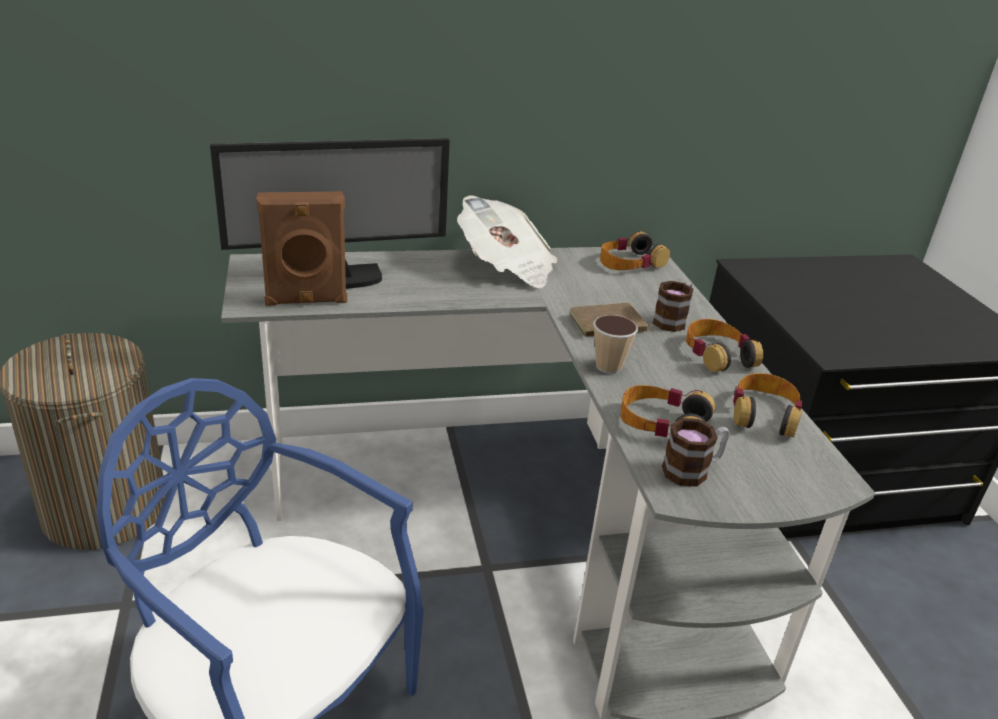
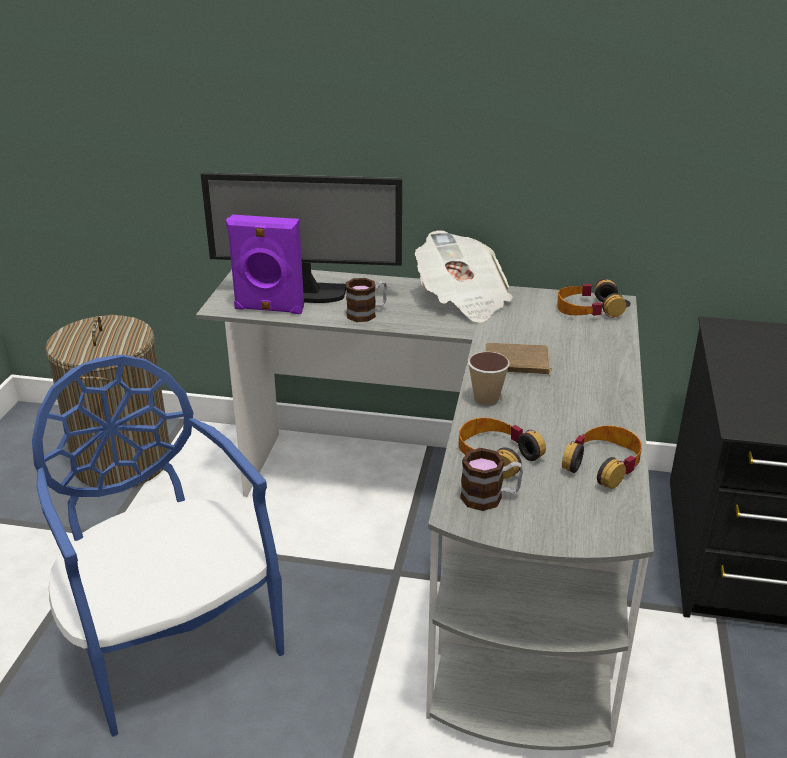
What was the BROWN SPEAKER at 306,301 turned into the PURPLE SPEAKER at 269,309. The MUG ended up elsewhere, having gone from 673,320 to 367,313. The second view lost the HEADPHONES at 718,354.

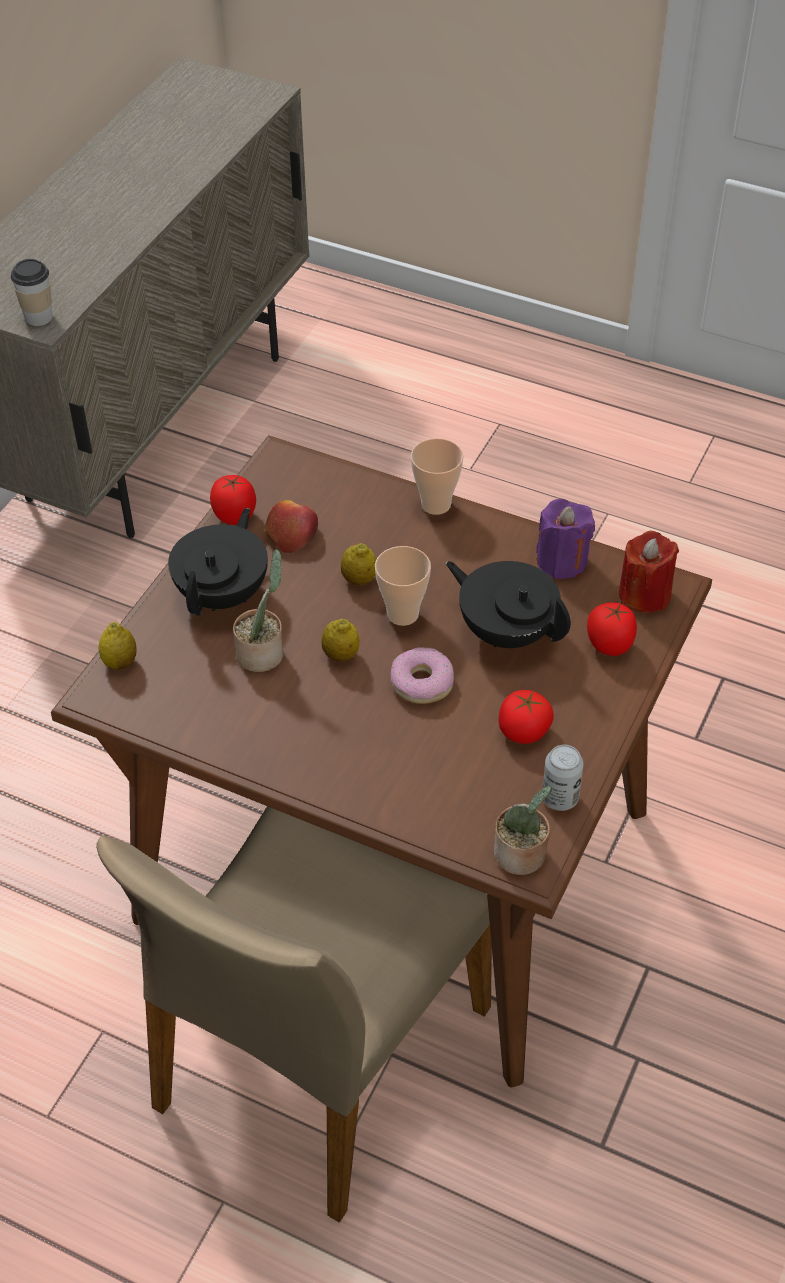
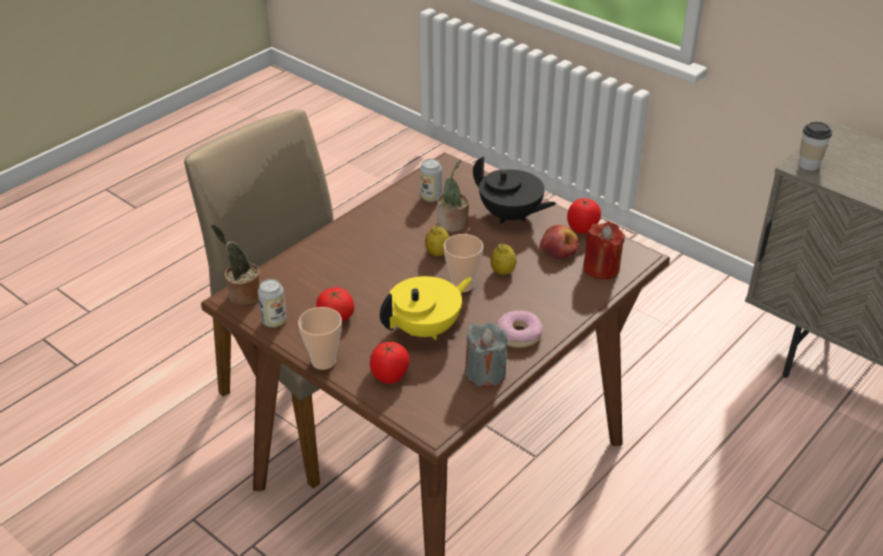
The CUP ended up elsewhere, having gone from 436,504 to 323,361. What was the PURPLE CANDLE at 562,561 turned into the GREY CANDLE at 485,373. The RED CANDLE ended up elsewhere, having gone from 644,594 to 601,268. What was the BLACK TEAPOT at 506,631 turned into the YELLOW TEAPOT at 426,329. The second view lost the LEMON at 120,662. The DONUT ended up elsewhere, having gone from 422,682 to 518,335. The second view gained the CAN at 431,197.

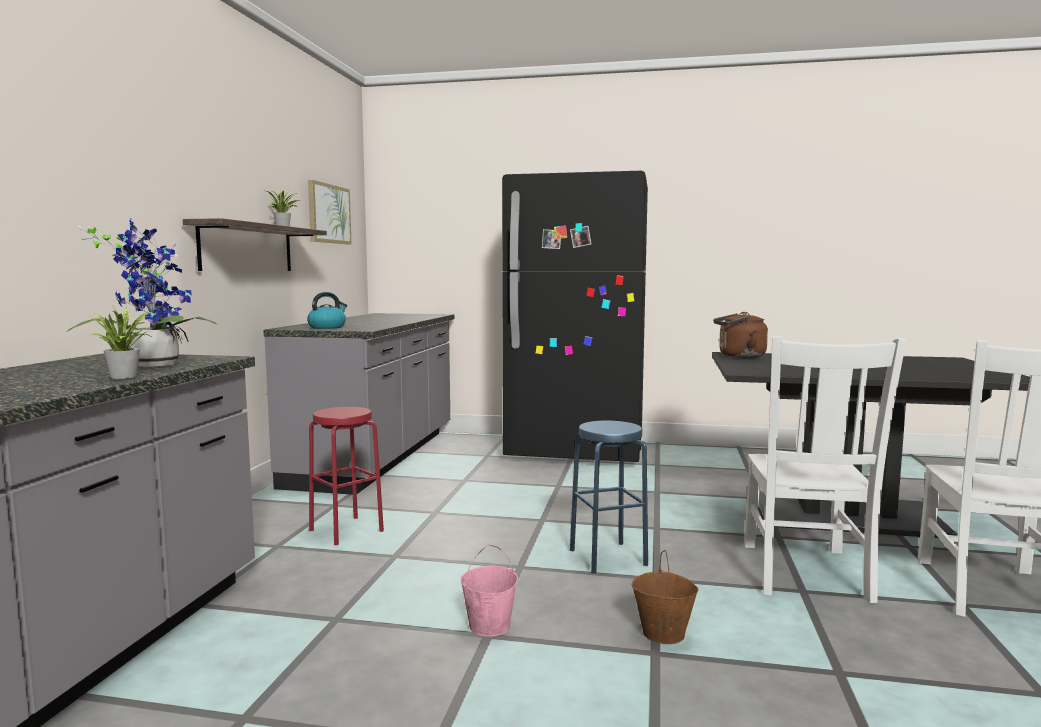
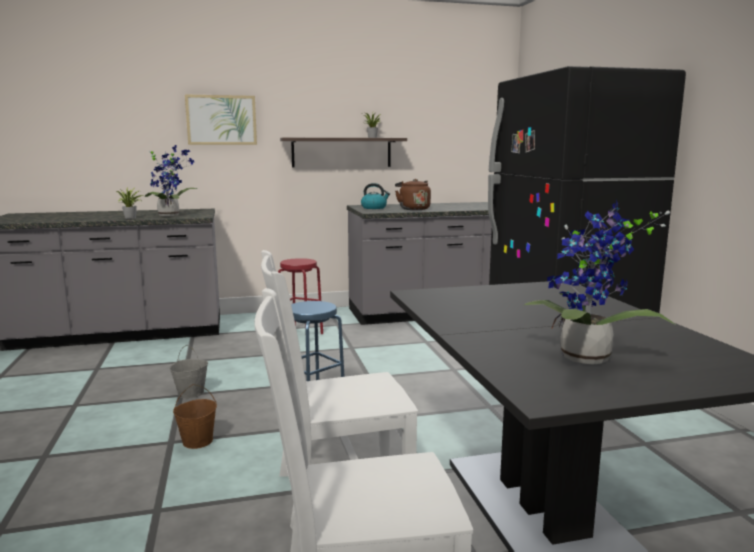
The PICTURE ended up elsewhere, having gone from 328,214 to 221,120. The BROWN KETTLE ended up elsewhere, having gone from 739,356 to 413,209. What was the PINK BUCKET at 489,626 turned into the GREY BUCKET at 191,393. The second view gained the POTTED PLANT at 586,360.

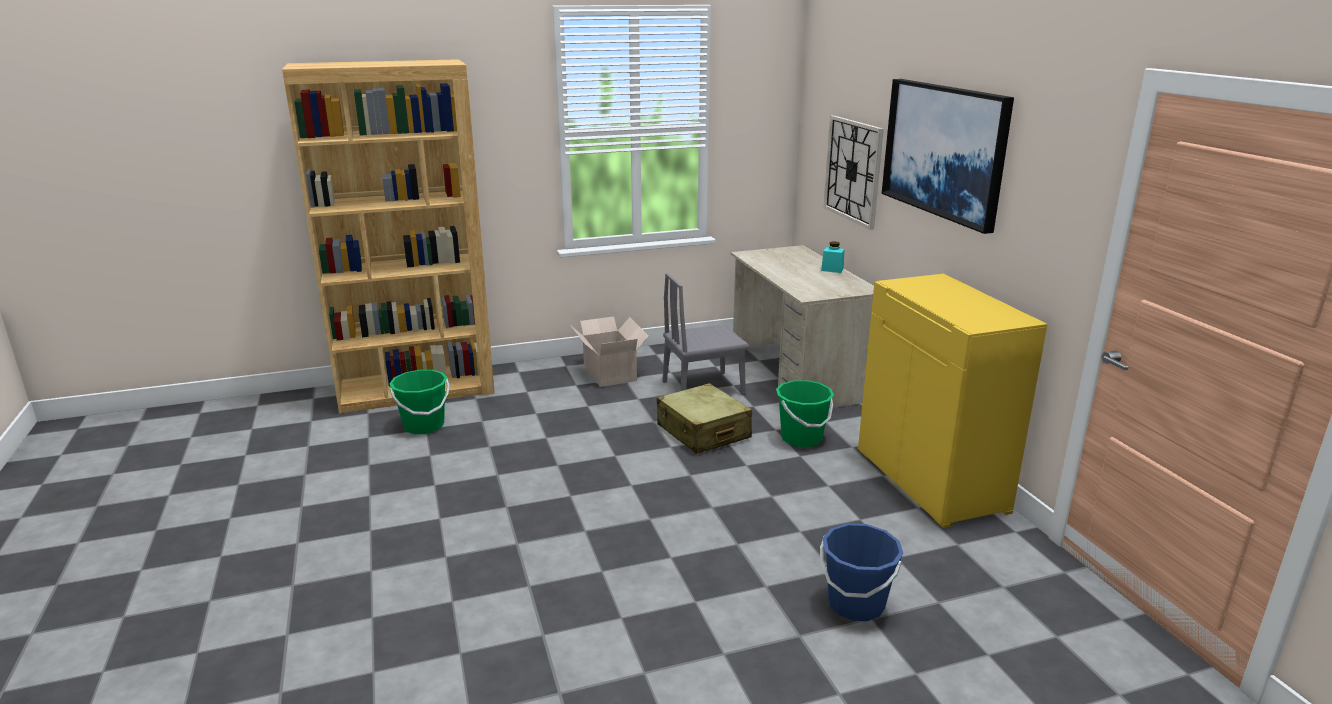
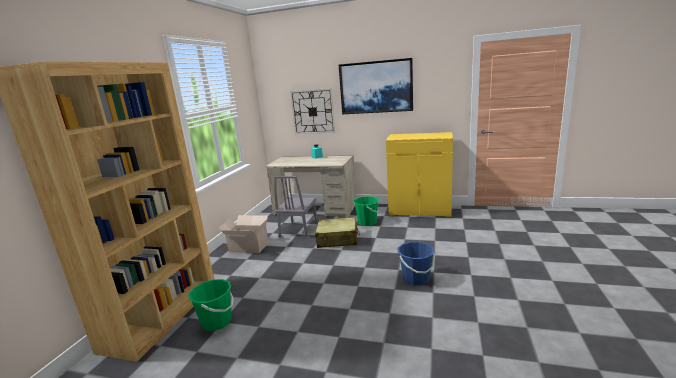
The BLUE BUCKET ended up elsewhere, having gone from 856,604 to 416,279.

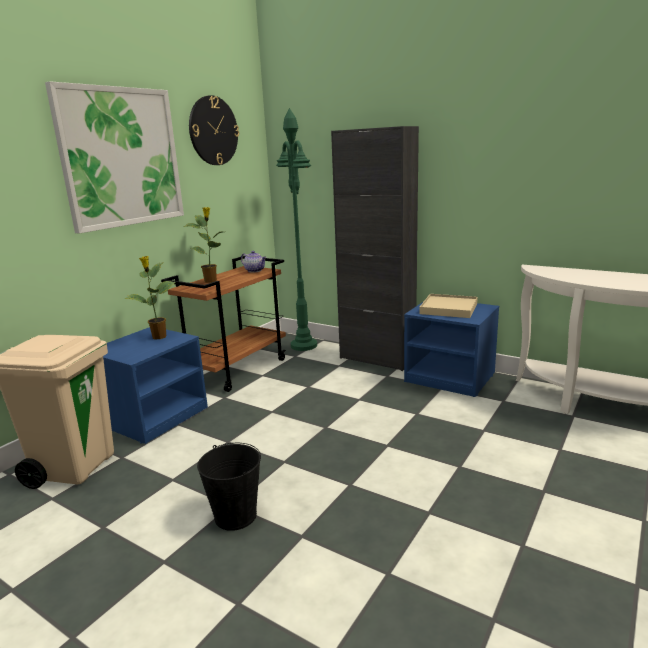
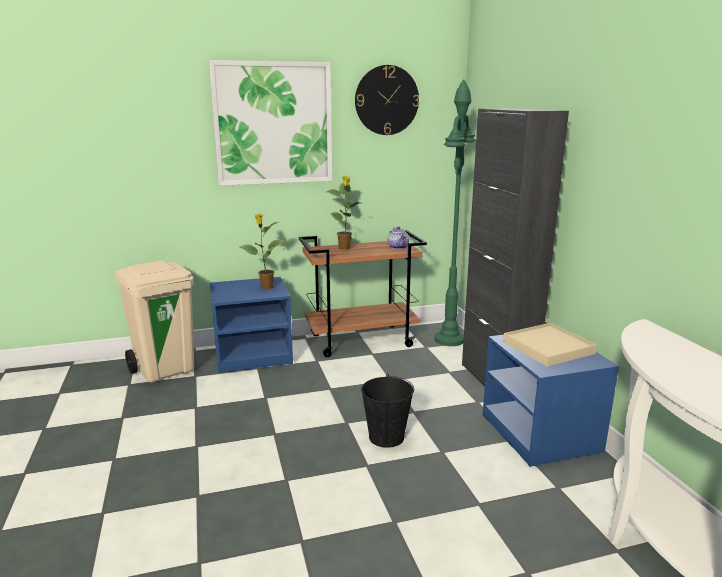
The BLACK BUCKET ended up elsewhere, having gone from 235,516 to 386,437.

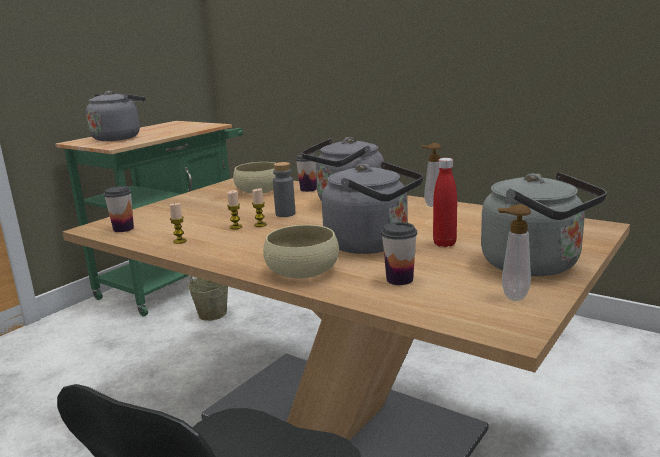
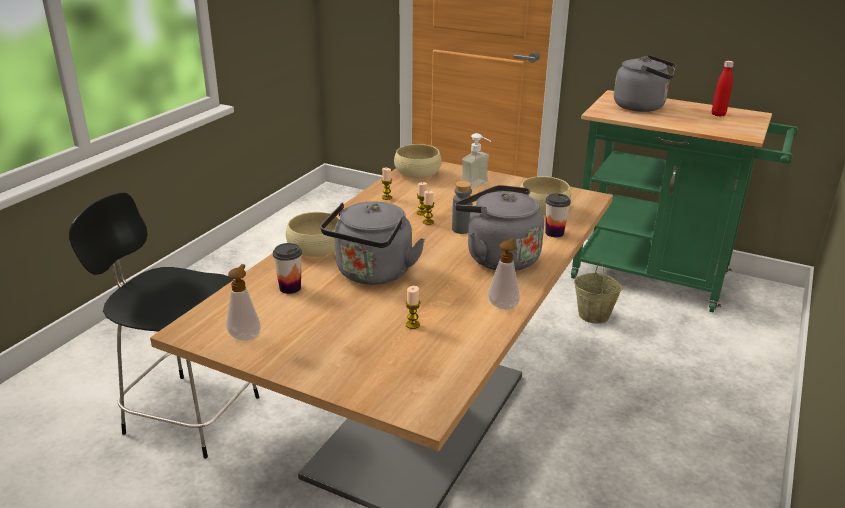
The RED BOTTLE ended up elsewhere, having gone from 444,244 to 718,114. The second view lost the GREY KETTLE at 536,265. Where the CUP stood at 123,229, the BEIGE BOWL came to stand at 417,173. The second view gained the SOAP DISPENSER at 479,186. The second view gained the CANDLE at 412,325.

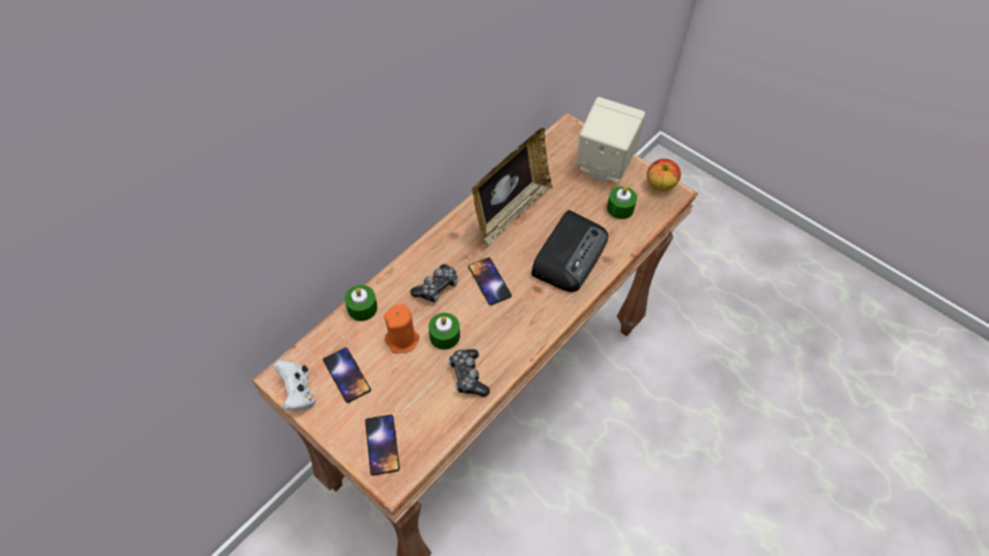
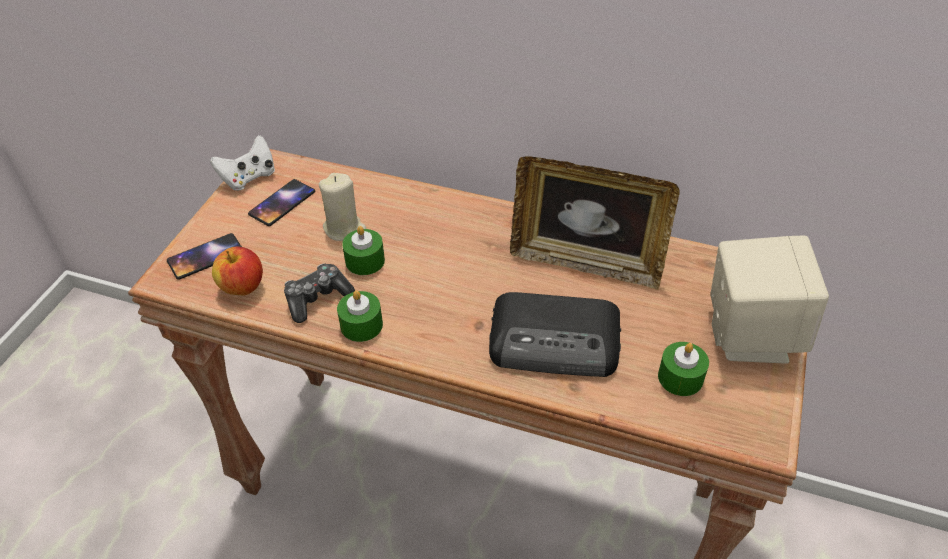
The APPLE ended up elsewhere, having gone from 660,185 to 243,287. The second view lost the PHONE at 489,281. The second view lost the GAME CONTROLLER at 437,287. The GREEN CANDLE ended up elsewhere, having gone from 362,308 to 361,325. What was the ORANGE CANDLE at 402,339 turned into the BEIGE CANDLE at 344,229.

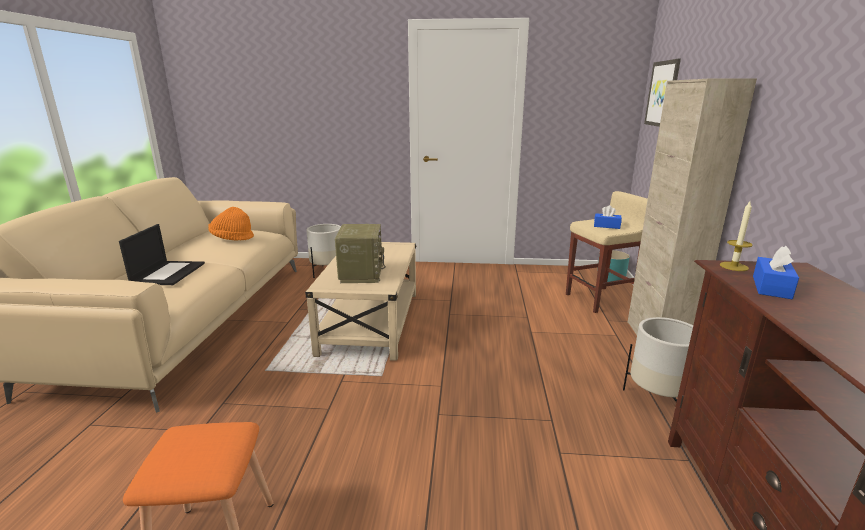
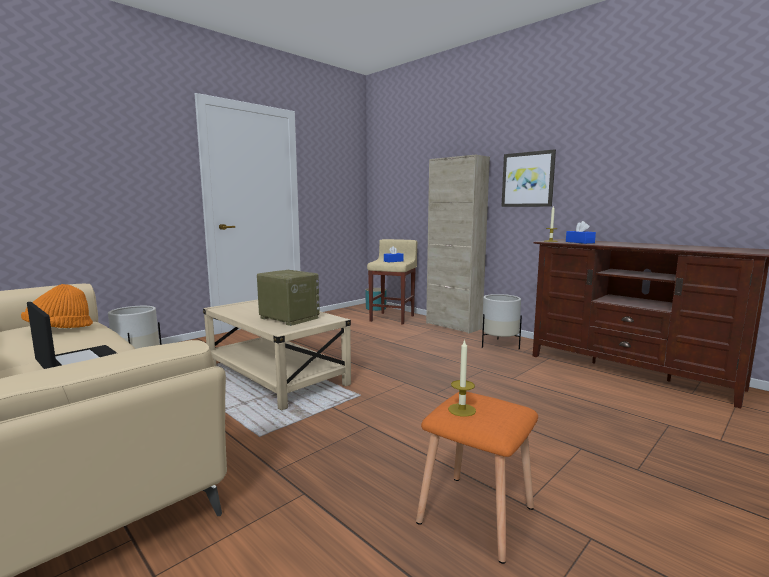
The PICTURE ended up elsewhere, having gone from 663,94 to 528,179. The second view gained the CANDLE at 462,410.

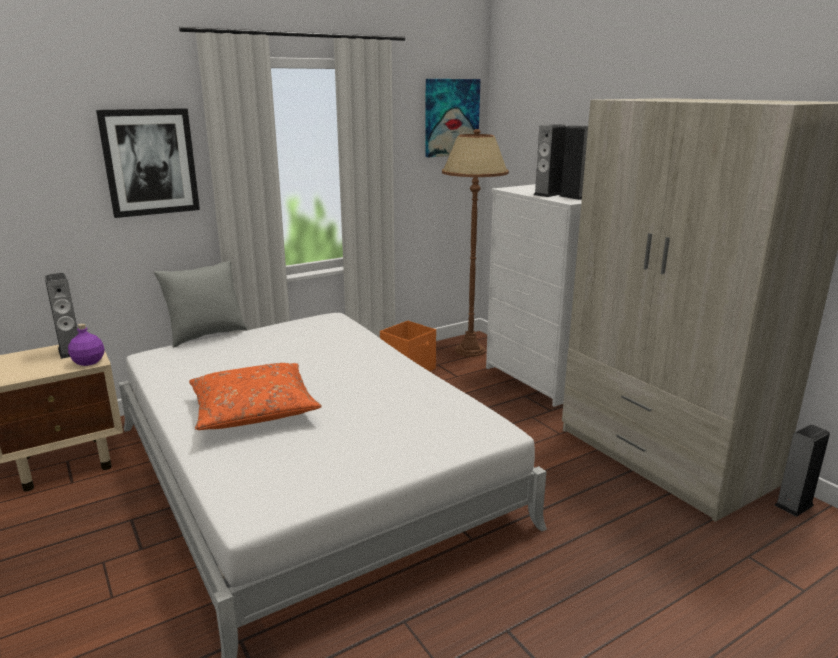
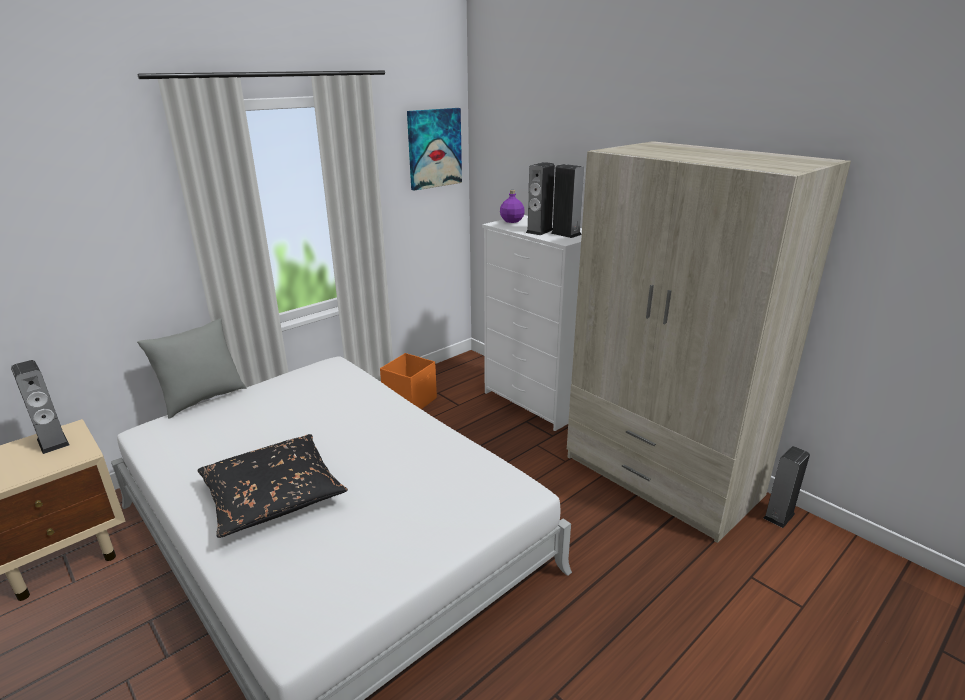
The second view lost the PICTURE at 150,162. The second view lost the BROWN FLOOR LAMP at 470,350. The PURPLE BOTTLE ended up elsewhere, having gone from 88,362 to 511,221. What was the ORANGE PILLOW at 253,409 turned into the BLACK PILLOW at 273,495.

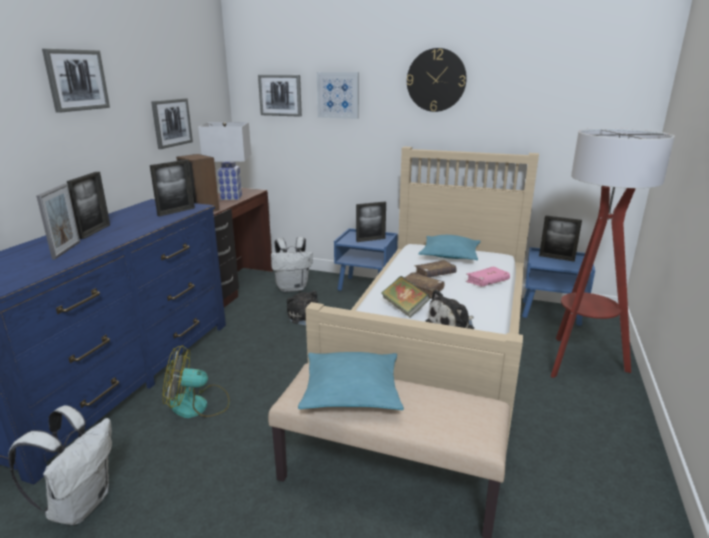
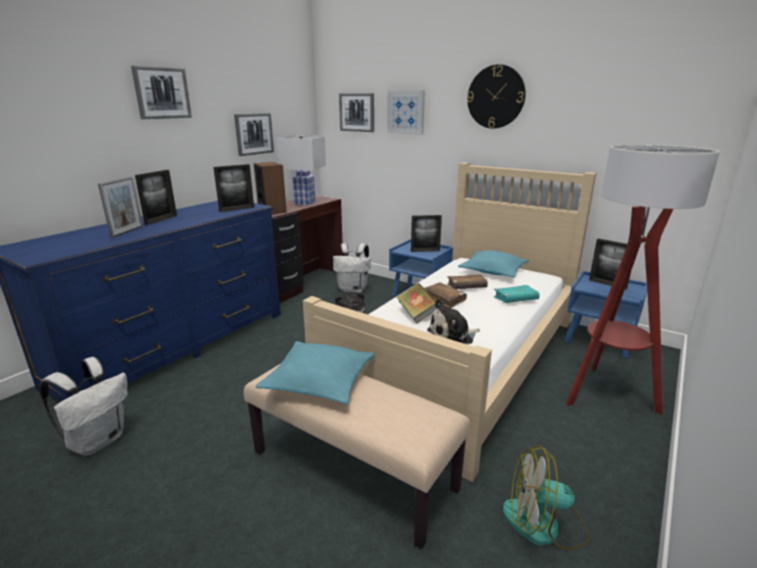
What was the PINK BOOK at 487,282 turned into the TURQUOISE BOOK at 515,299. The FAN ended up elsewhere, having gone from 198,405 to 544,524.

